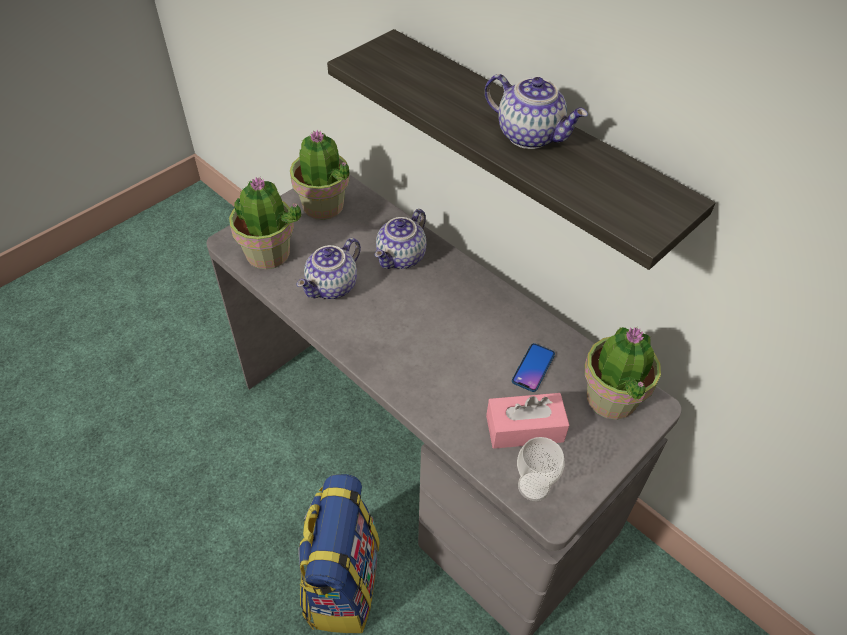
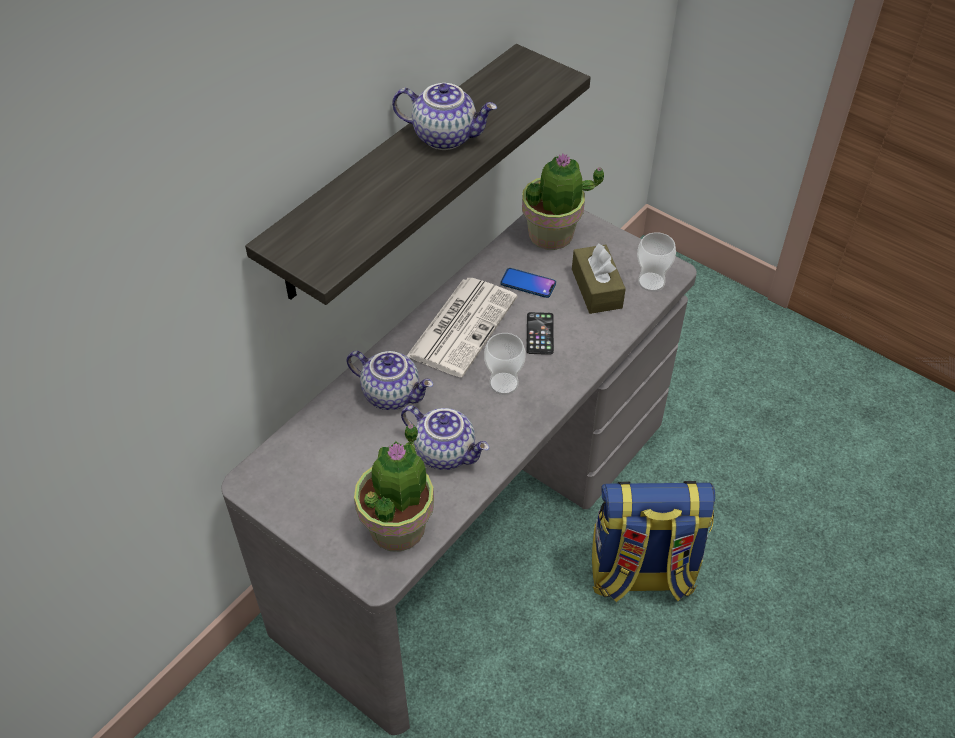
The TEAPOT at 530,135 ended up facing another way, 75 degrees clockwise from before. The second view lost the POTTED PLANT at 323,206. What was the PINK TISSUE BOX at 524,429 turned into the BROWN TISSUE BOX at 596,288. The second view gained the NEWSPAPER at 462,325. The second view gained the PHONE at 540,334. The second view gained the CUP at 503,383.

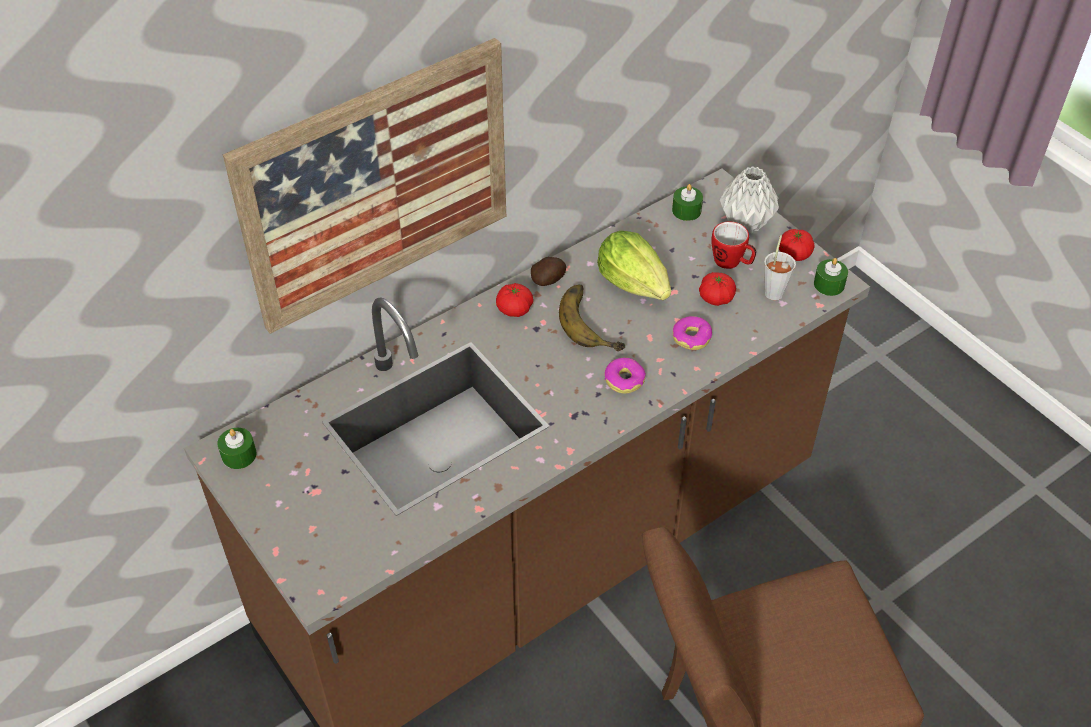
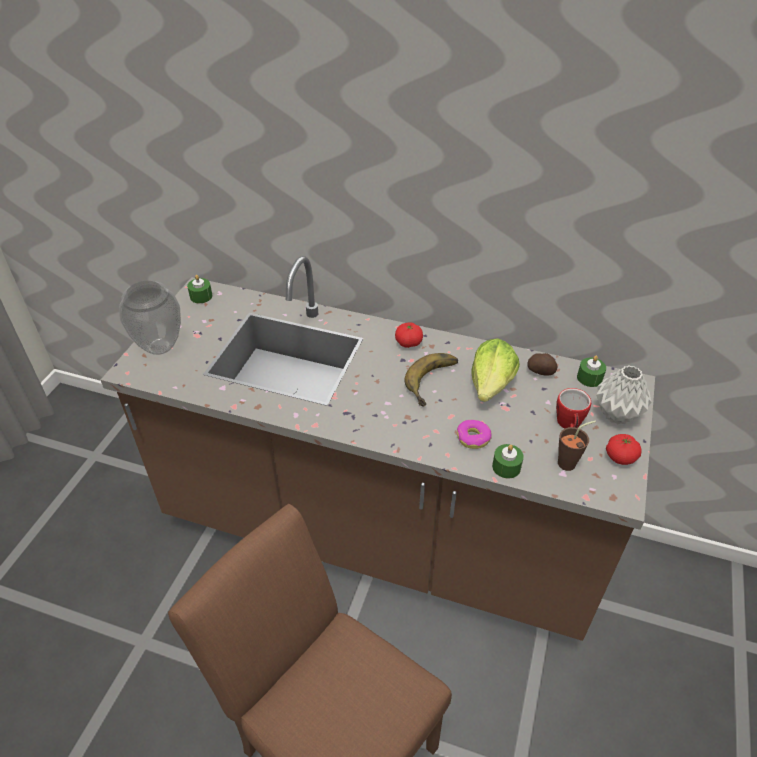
The second view lost the PICTURE at 377,186. What was the GREY CUP at 775,290 turned into the BROWN CUP at 570,462. The POTATO ended up elsewhere, having gone from 548,280 to 541,372. The GREEN CANDLE ended up elsewhere, having gone from 829,284 to 506,467. The second view lost the TOMATO at 716,298. The second view lost the DONUT at 624,380. The second view gained the VASE at 160,346.

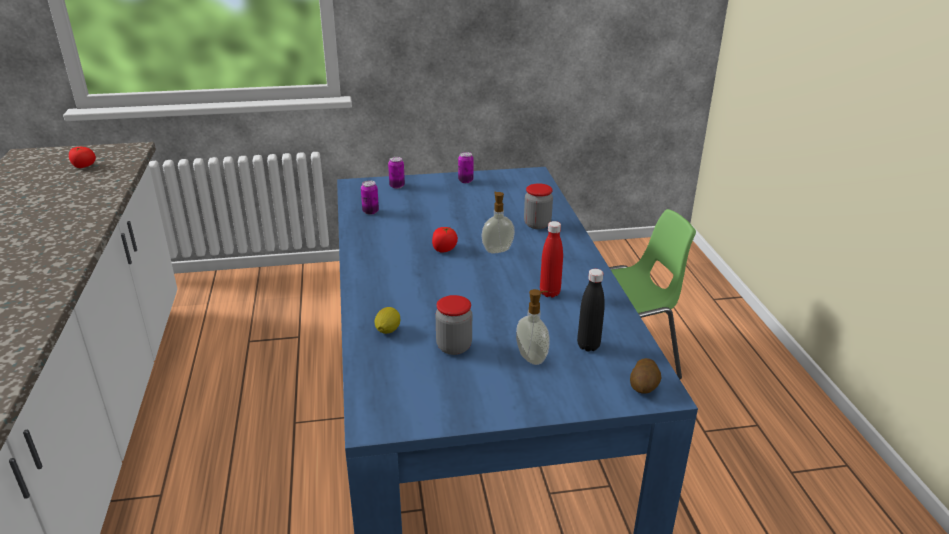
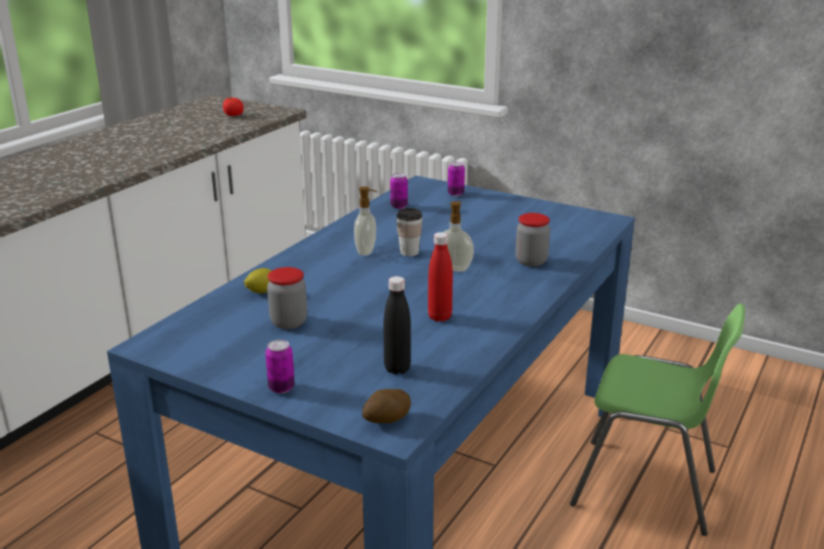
The CAN ended up elsewhere, having gone from 465,181 to 281,388. Where the TOMATO stood at 444,249, the CUP came to stand at 409,252. The SOAP DISPENSER ended up elsewhere, having gone from 532,357 to 366,251.

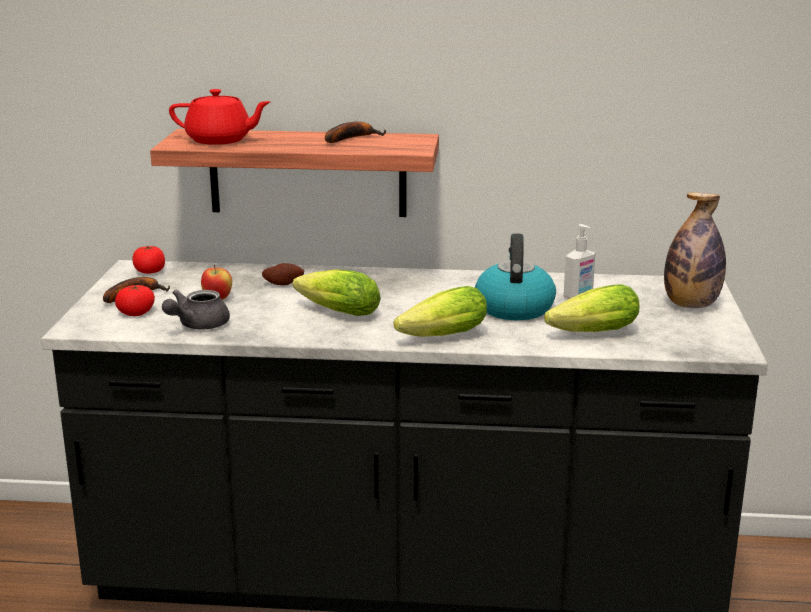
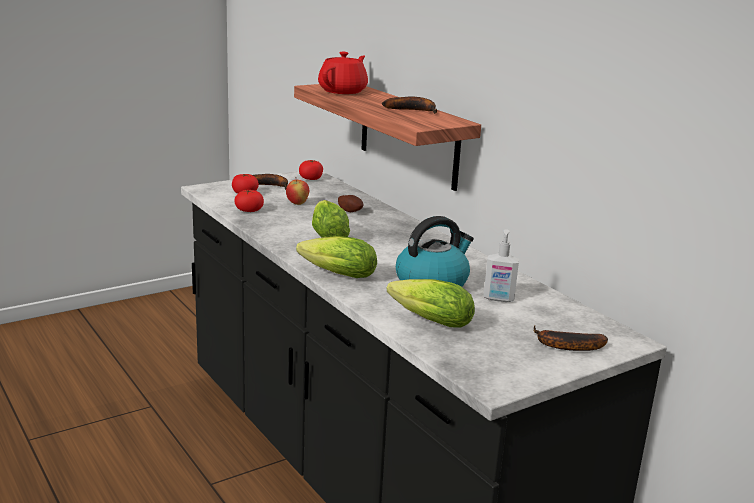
The RED TEAPOT at 220,140 ended up facing another way, 120 degrees counterclockwise from before. Where the BOTTLE stood at 691,305, the BANANA came to stand at 565,346. Where the GREY TEAPOT stood at 197,325, the TOMATO came to stand at 249,210.

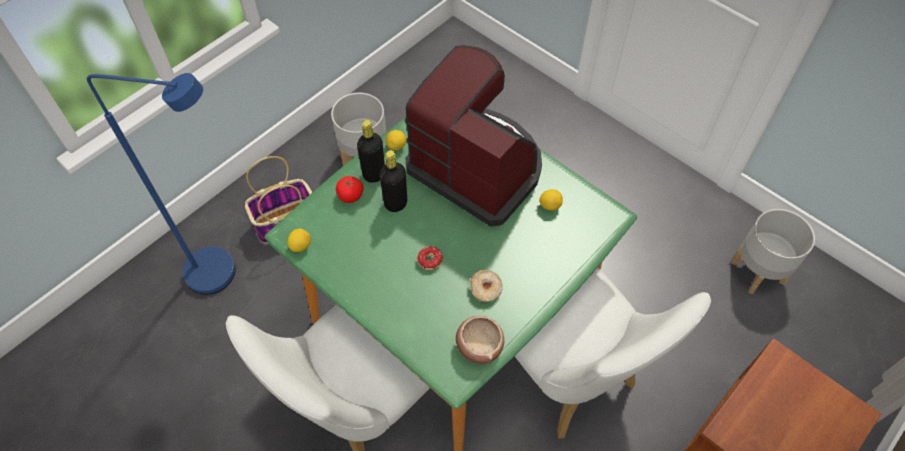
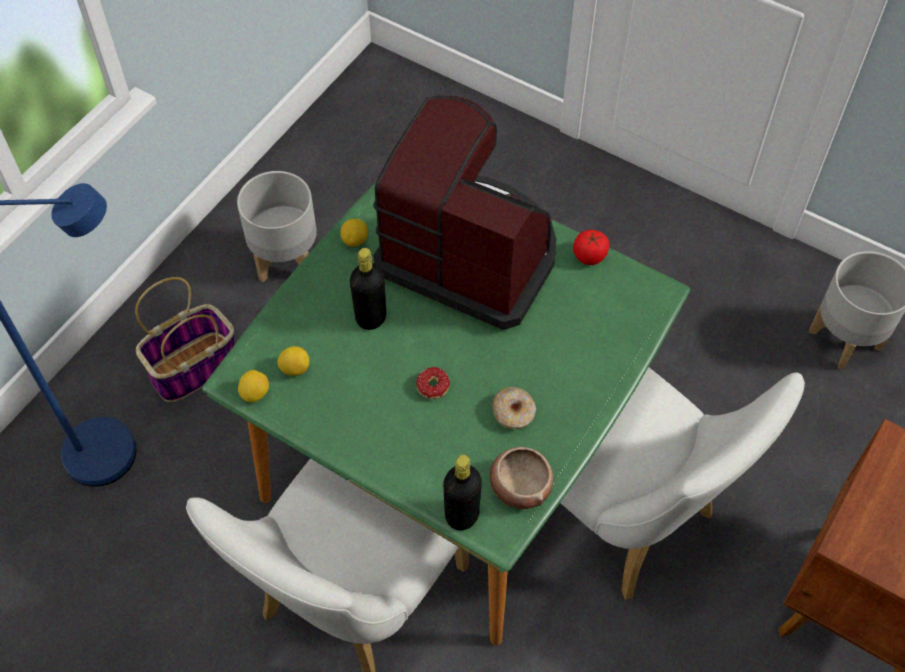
The BLACK BOTTLE ended up elsewhere, having gone from 374,174 to 462,515. The TOMATO ended up elsewhere, having gone from 350,196 to 589,256. The LEMON ended up elsewhere, having gone from 550,205 to 295,368.

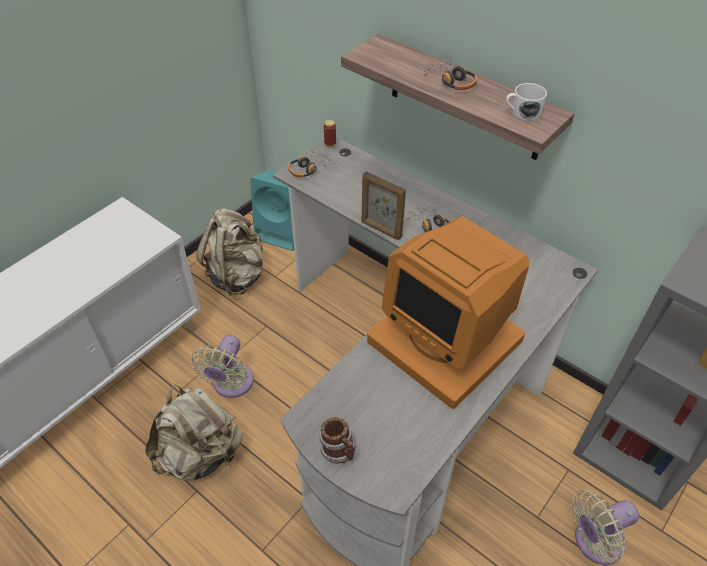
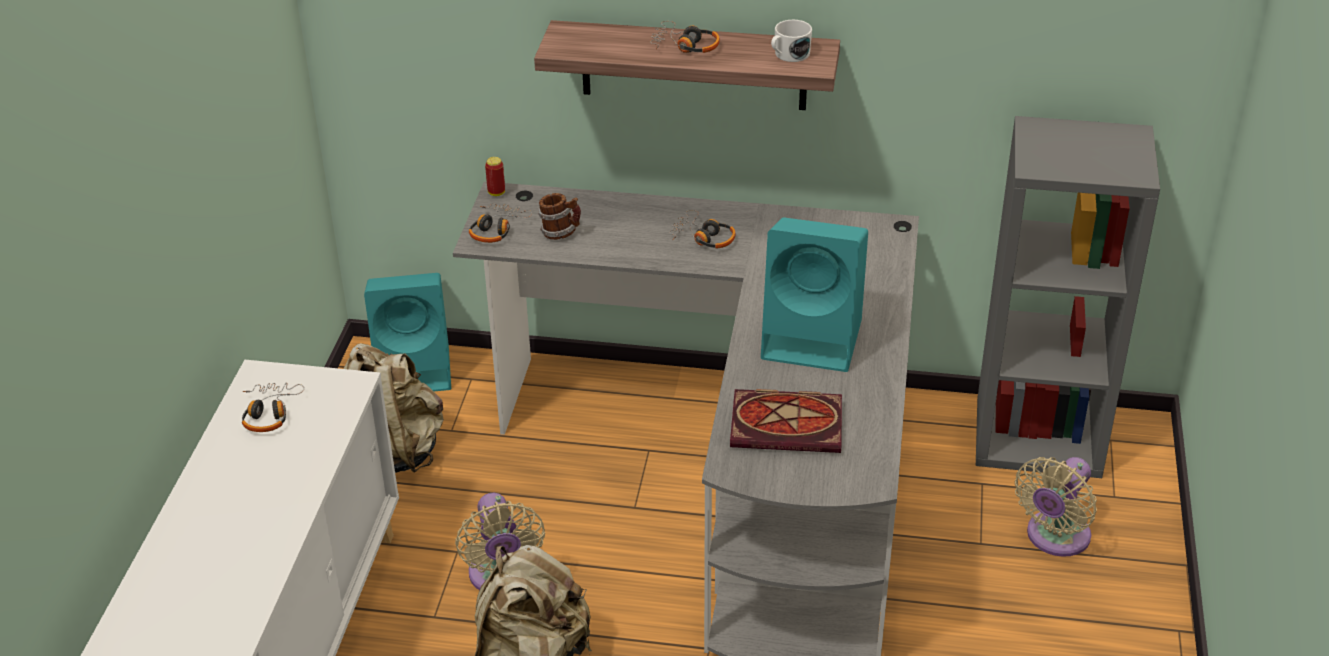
The second view lost the PICTURE FRAME at 381,229. Where the MONITOR stood at 447,339, the TURQUOISE SPEAKER came to stand at 815,339. The MUG ended up elsewhere, having gone from 339,451 to 561,233. The second view gained the HEADPHONES at 269,413. The second view gained the BOOK at 789,424.

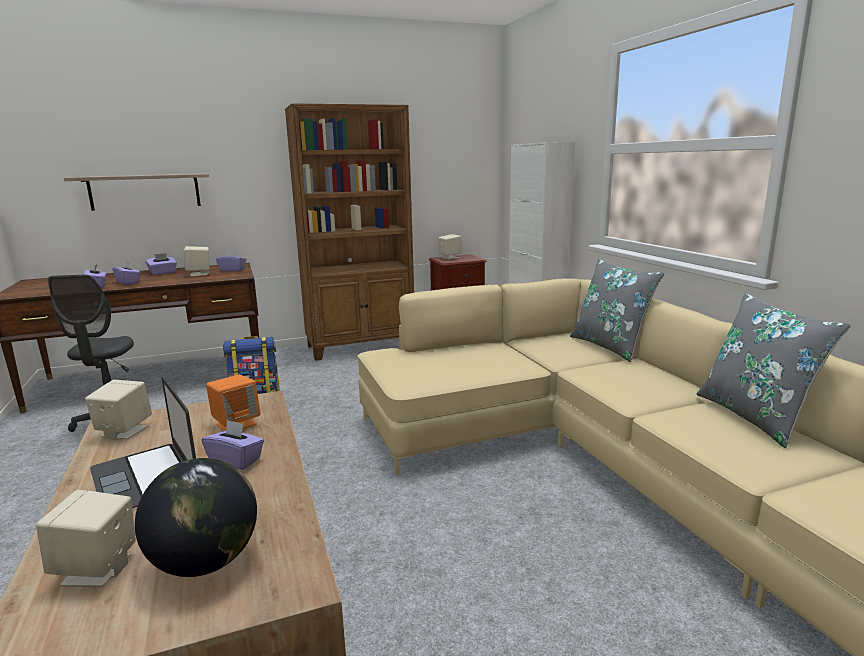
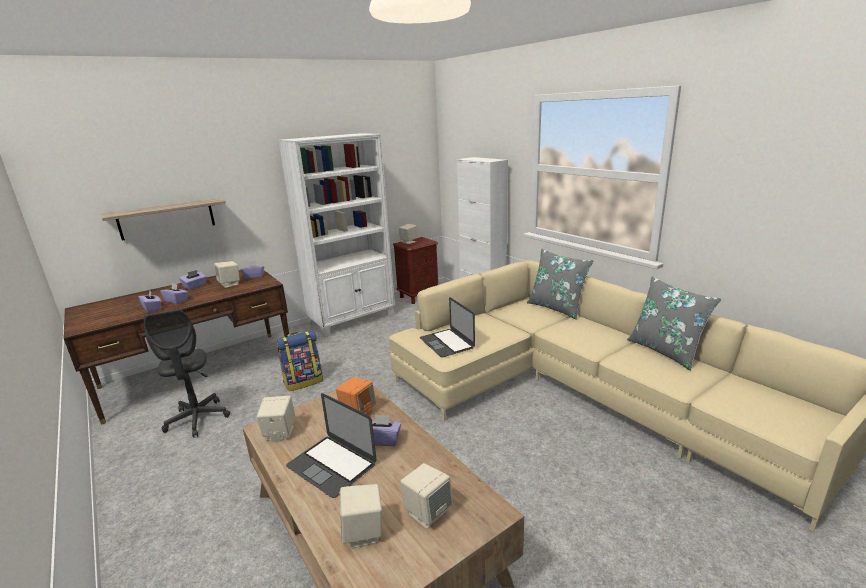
What was the BROWN BOOKCASE at 361,346 turned into the WHITE BOOKCASE at 353,319. Where the GLOBE stood at 206,562, the BEIGE SPEAKER came to stand at 427,512. The second view gained the LAPTOP at 447,343.

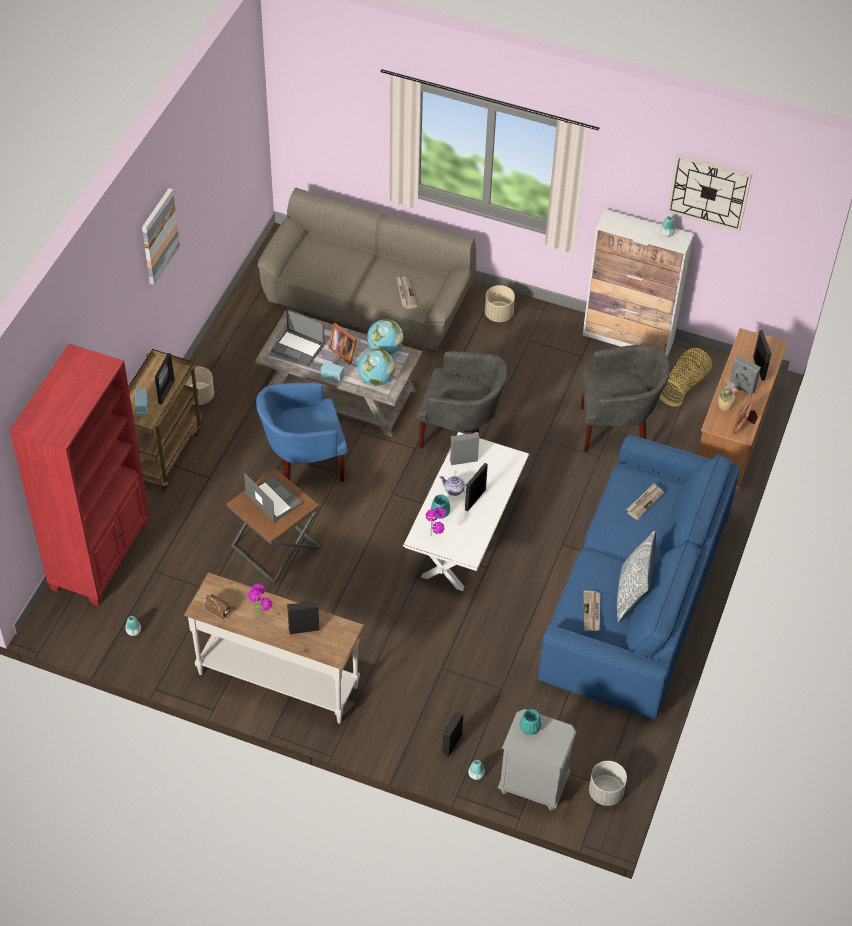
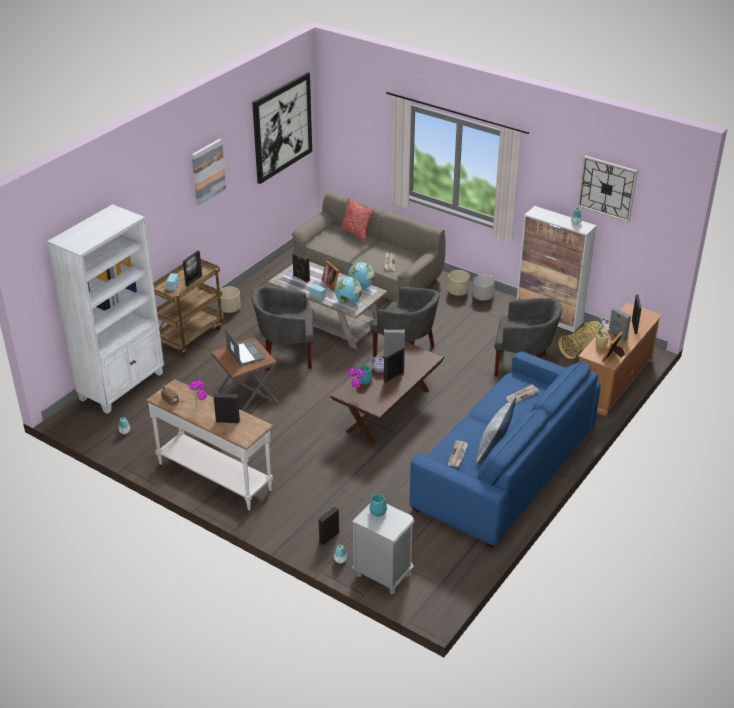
Where the LAPTOP stood at 298,348, the BLACK SPEAKER came to stand at 301,278. What was the RED BOOKCASE at 101,556 turned into the WHITE BOOKCASE at 122,386. What was the BLUE ARMCHAIR at 303,464 turned into the GREY ARMCHAIR at 286,355. What was the WHITE COFFEE TABLE at 465,533 turned into the BROWN COFFEE TABLE at 388,411. The GREY PLANTER ended up elsewhere, having gone from 605,792 to 482,297. The second view gained the PICTURE at 282,127. The second view gained the PILLOW at 356,234.

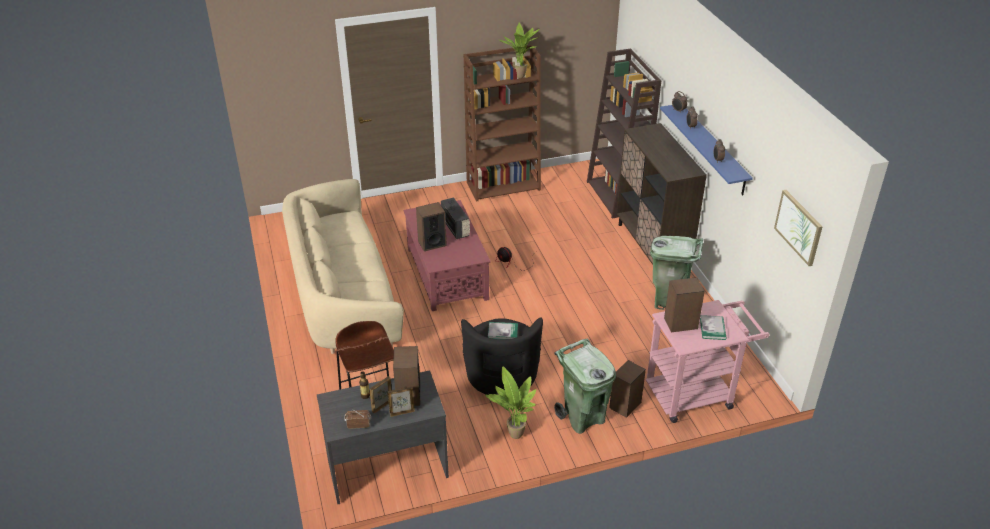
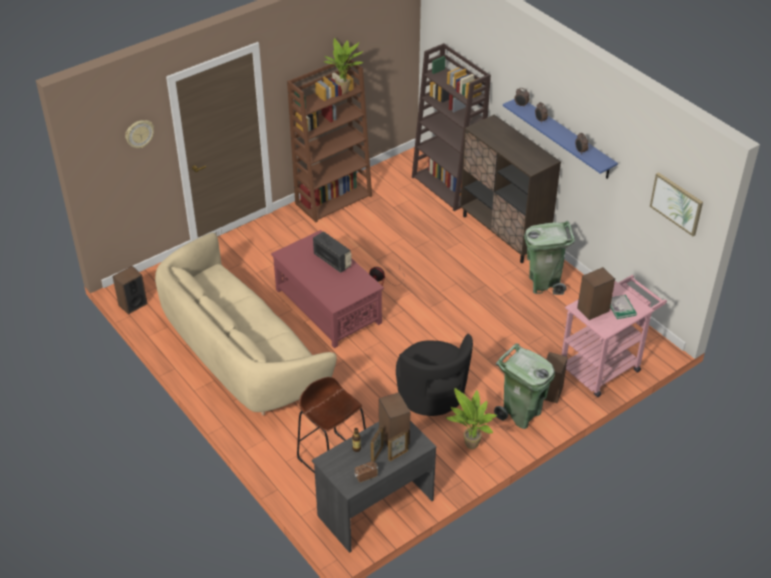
The SPEAKER ended up elsewhere, having gone from 432,243 to 132,304. The second view lost the BOOK at 503,332. The second view gained the WALL CLOCK at 139,134.

